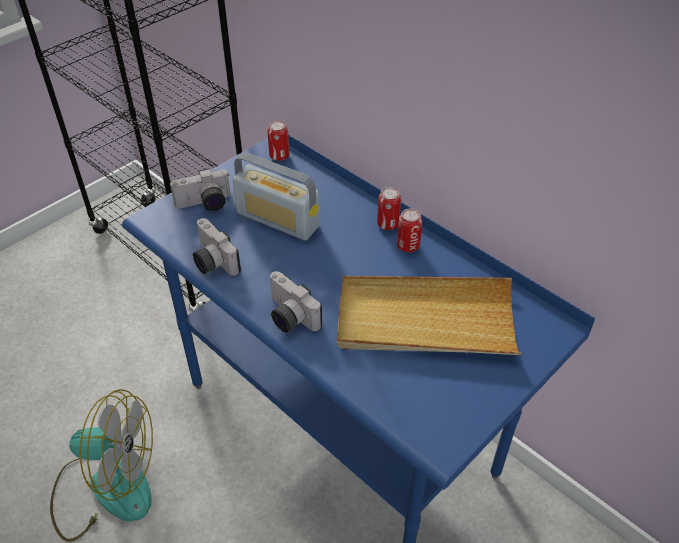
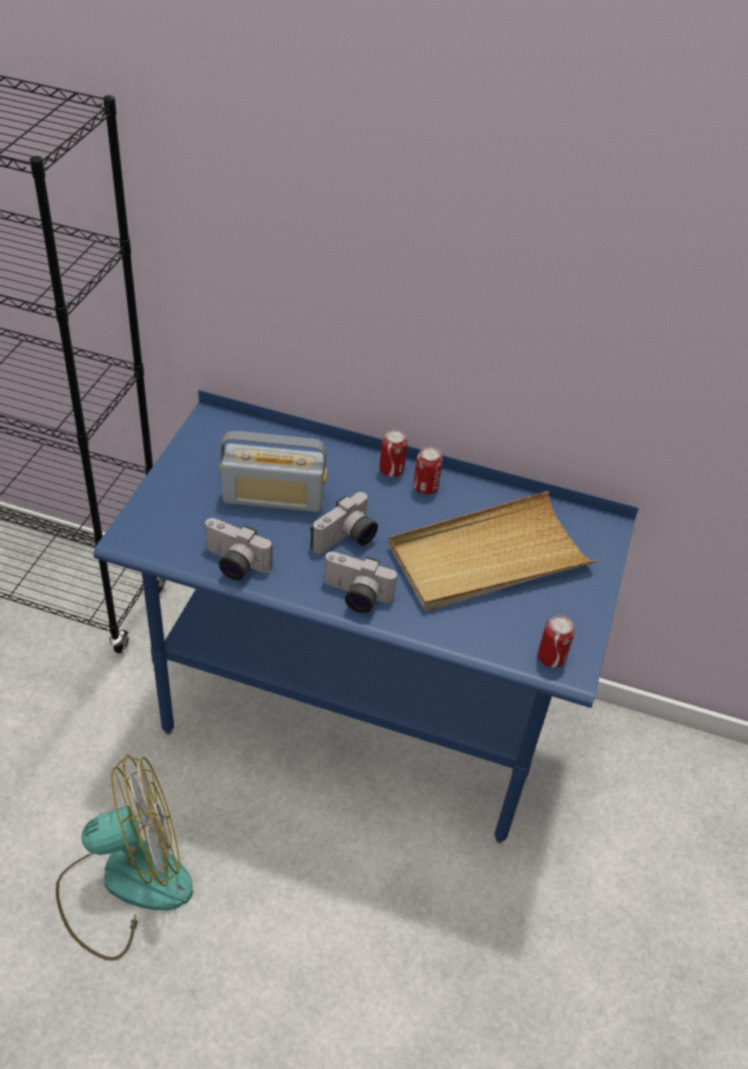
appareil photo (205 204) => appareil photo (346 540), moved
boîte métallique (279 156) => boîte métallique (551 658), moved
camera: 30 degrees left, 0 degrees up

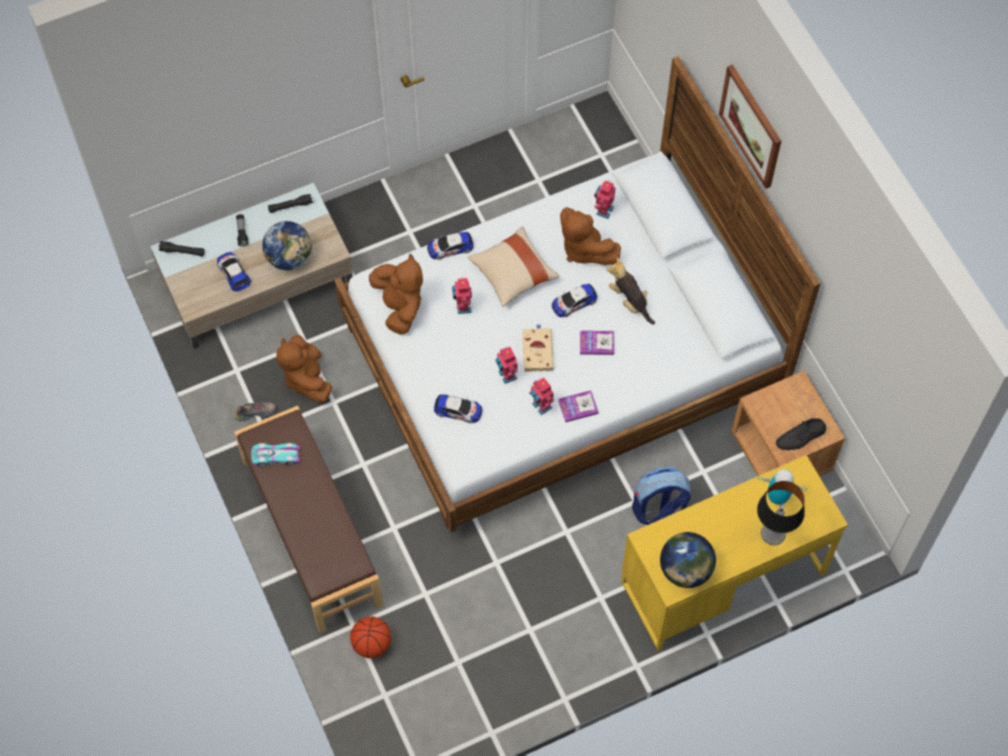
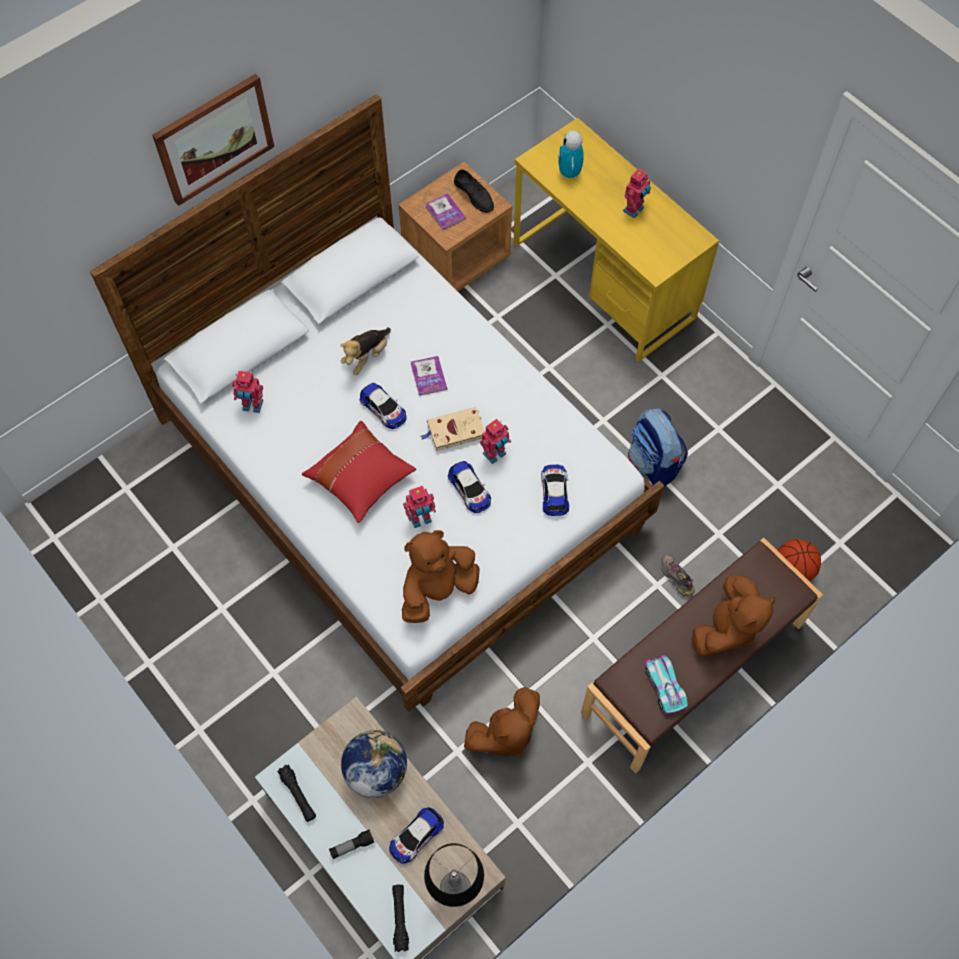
chaussure (255 412) => chaussure (675 577), moved
petite voiture (450 247) => petite voiture (469 489), moved
coussin/beige (513 273) => coussin/rouge (360 479)
robot jouet (541 406) => robot jouet (634 210), moved
livre (578 407) => livre (445 212), moved
peluche/marron (584 249) => peluche/marron (726 628), moved
sac à dos (658 509) => sac à dos (653 463), moved
globe (685 570) => nothing
lampe de table (773 533) => lampe de table (455 887), moved
camera: 105 degrees left, 0 degrees up

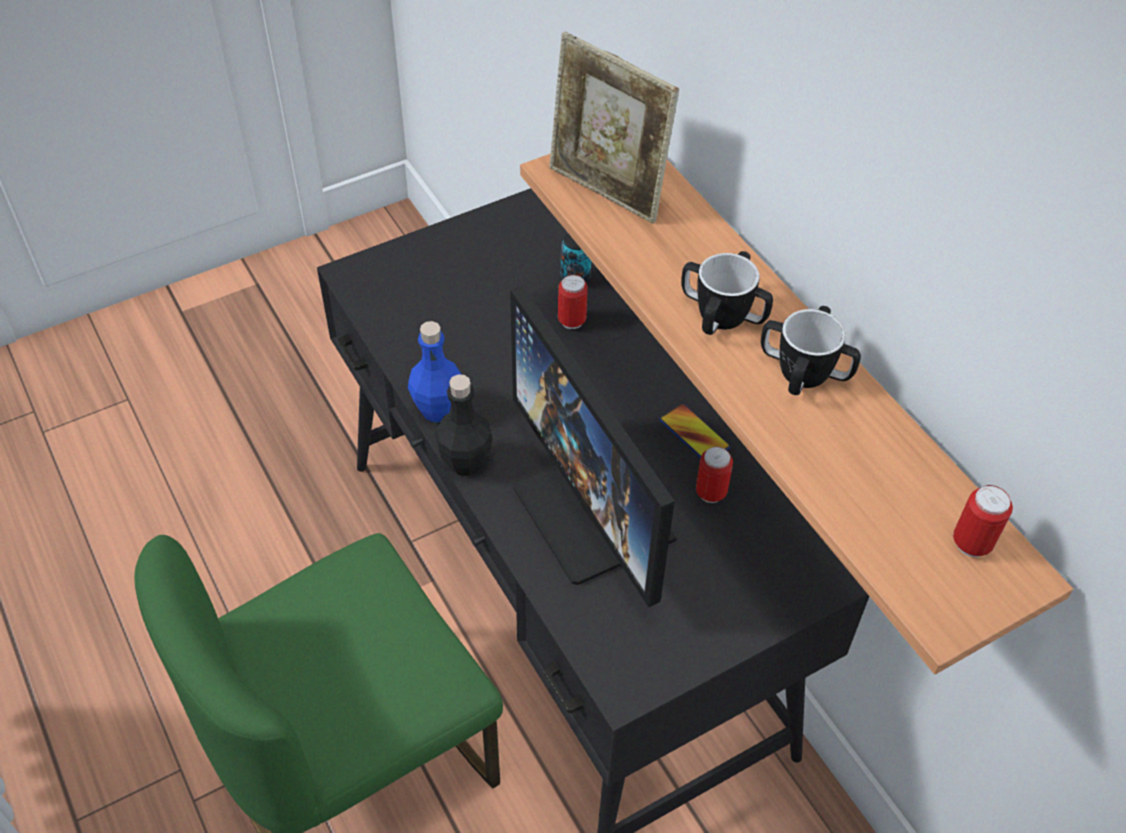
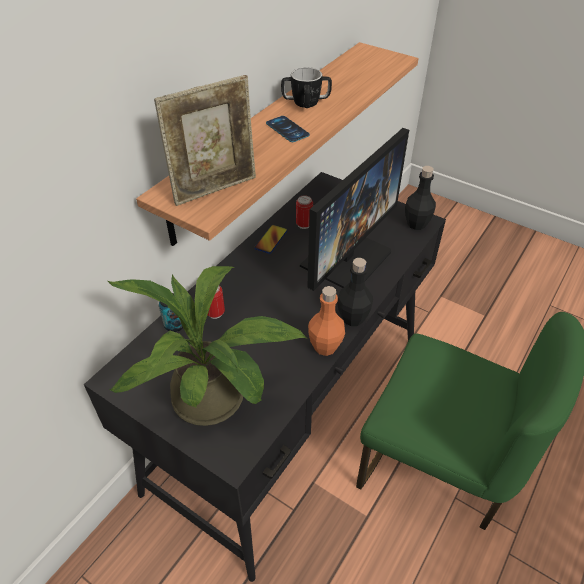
bouteille/bleu (438 409) => bouteille/orange (325 347)
cadre photo (606 192) => cadre photo (215 188), 45 degrees clockwise
mug (722 314) => téléphone (287 129)
boîte métallique (971 543) => nothing
nothing => plante en pot (217 401)
nothing => bouteille/noir (416 224)
camera: 115 degrees left, 5 degrees down

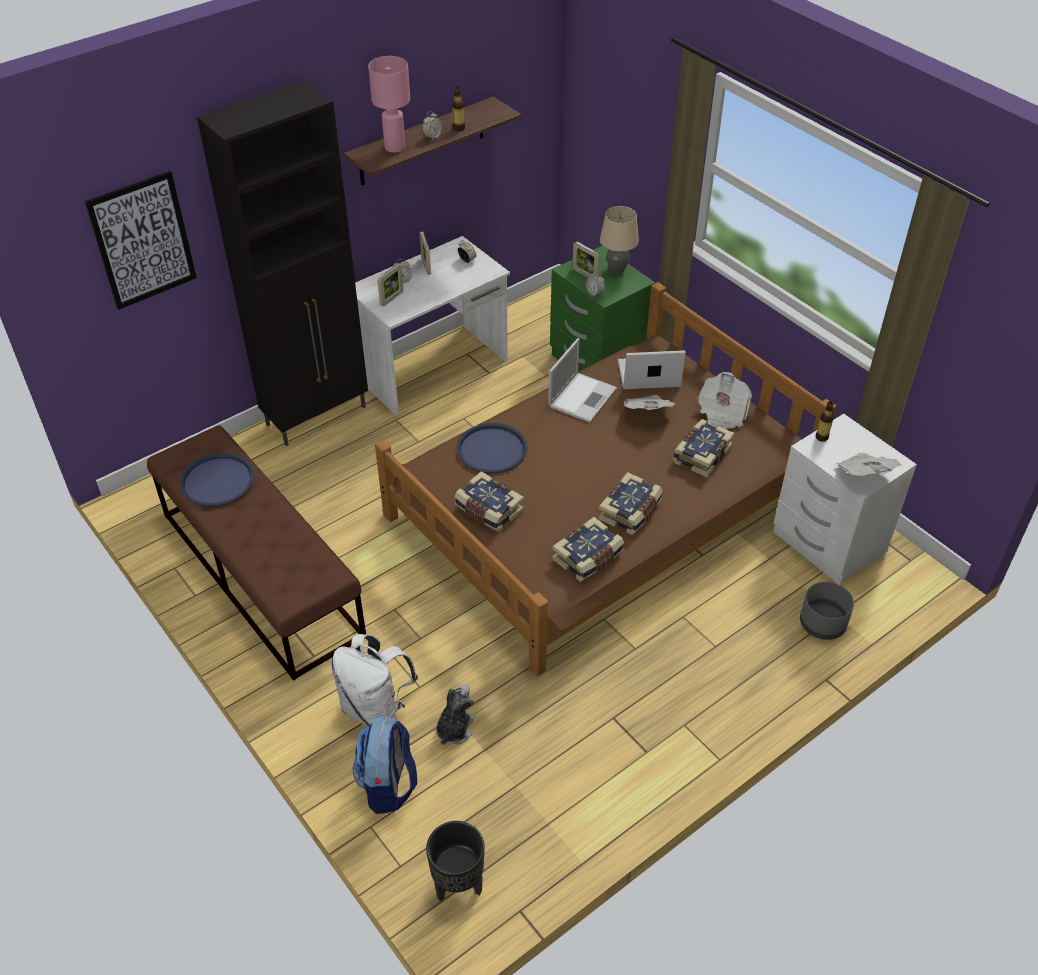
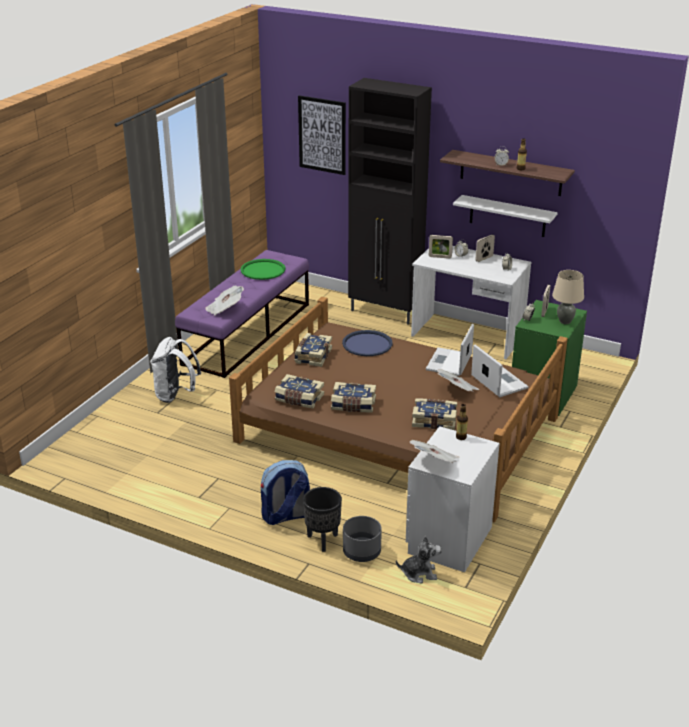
banc/marron (260 573) => banc/violet (247 333)
plateau/bleu (217 481) => plateau/vert (263 270)
sac à dos (388 785) => sac à dos (285 516), moved
lampe de table/rose (395 147) => nothing
cache-pot/noir (457 884) => cache-pot/noir (322 540), moved
peluche (454 728) => peluche (419 573), moved
ordinateur portable (582 397) => ordinateur portable (449 363), 105 degrees clockwise
journal (722 414) => journal (224 309), moved
nothing => étagère/blanc (507 216)
camera: 65 degrees right, 15 degrees down

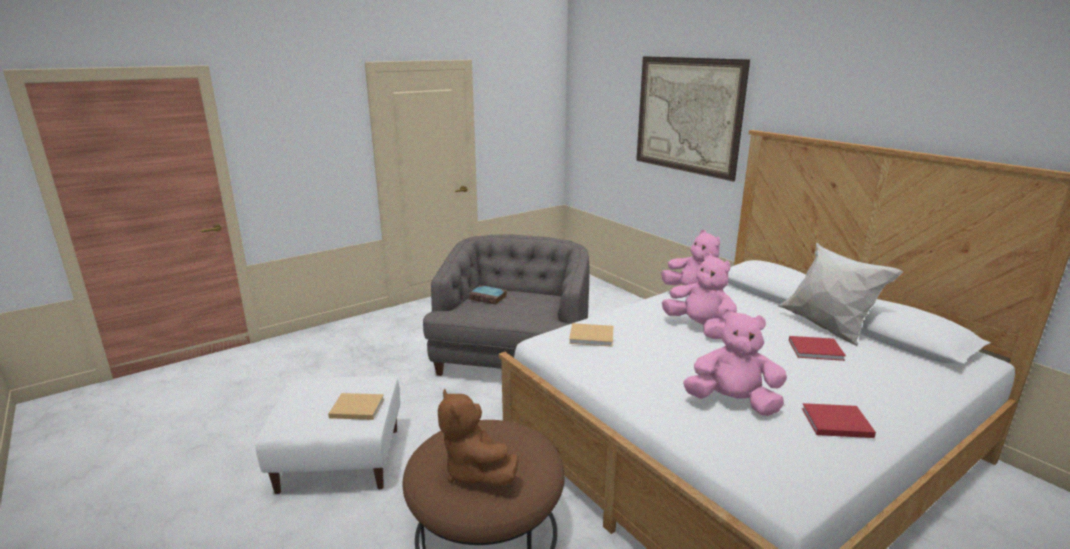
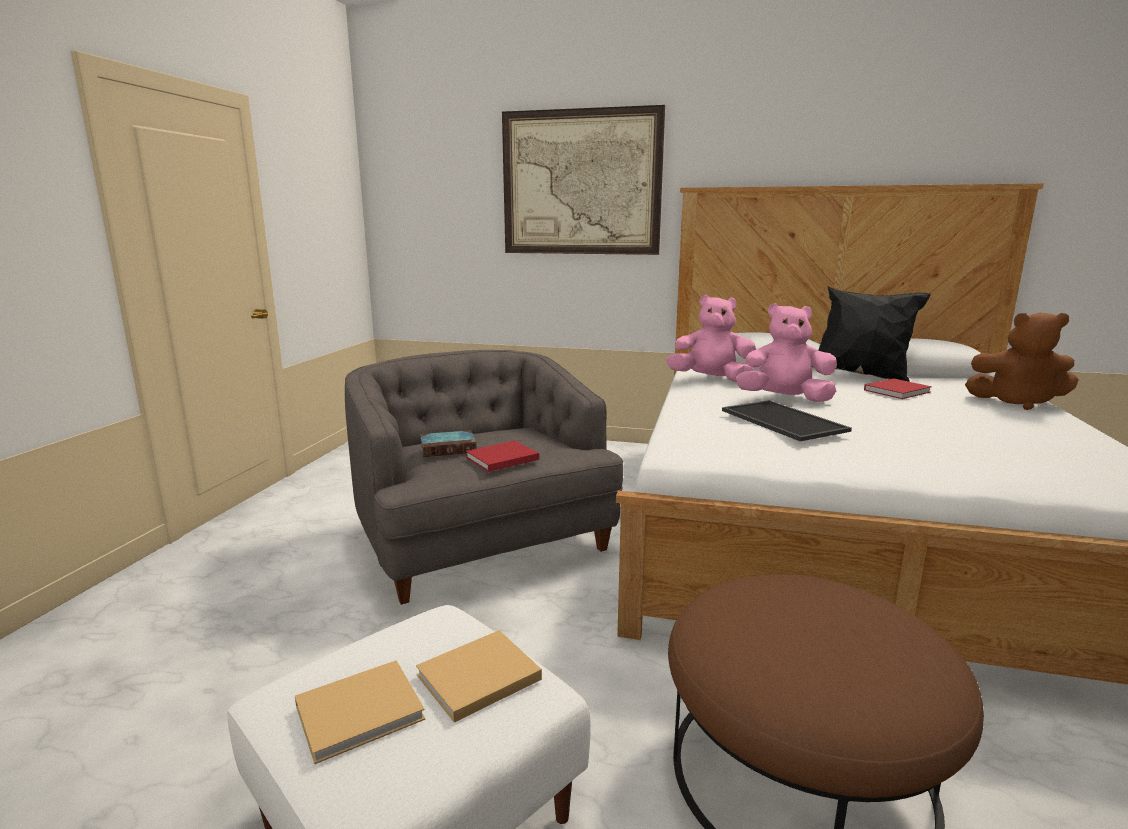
peluche/marron (475 471) => peluche/marron (1017 402), moved
livre/beige (593 337) => livre/beige (363 711), moved
peluche/rose (732 402) => nothing
coussin/blanc (827 328) => coussin/noir (860 376)
livre/rouge (834 422) => livre/rouge (500 459), moved
nothing => plateau (780 420)
camera: 40 degrees left, 5 degrees down

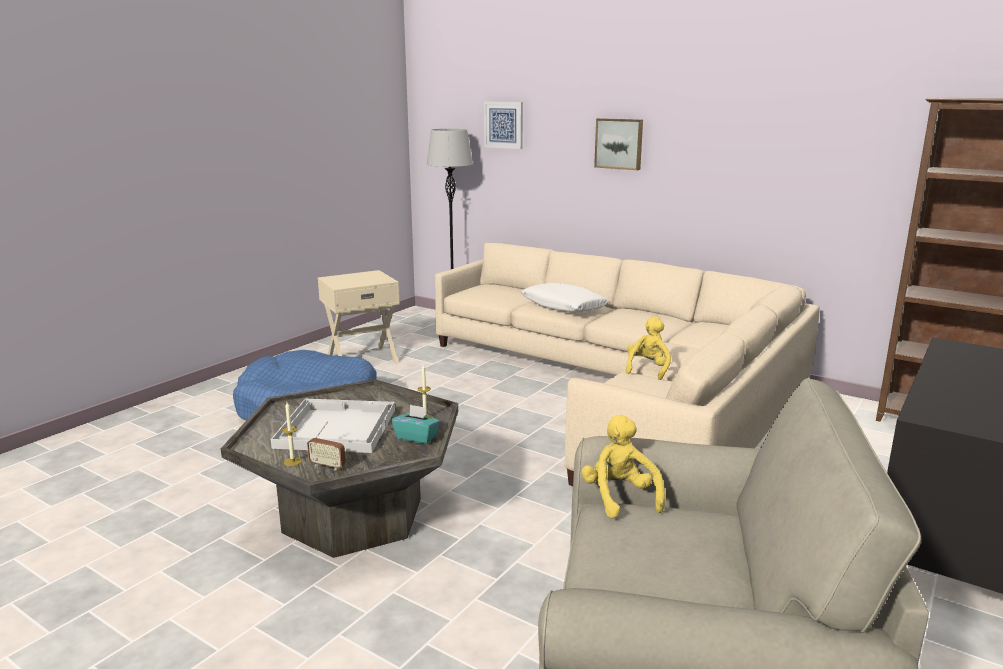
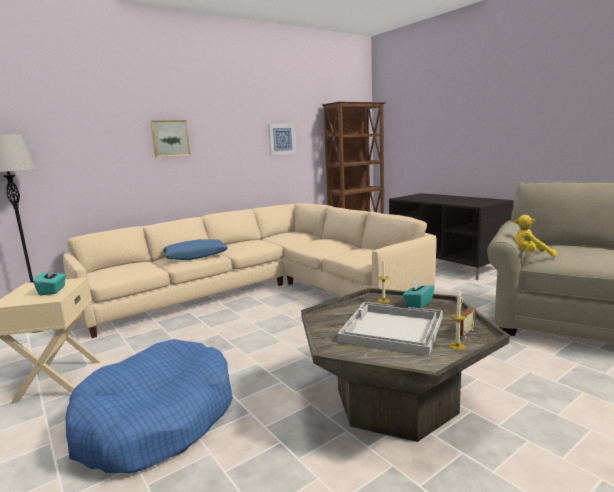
tableau (503 125) => tableau (281 139), moved
coussin/blanc (563 306) => coussin/bleu (196 256)
peluche/jaune (648 369) => nothing
nothing => boîte à mouchoirs/turquoise (53 291)
camera: 70 degrees left, 5 degrees down

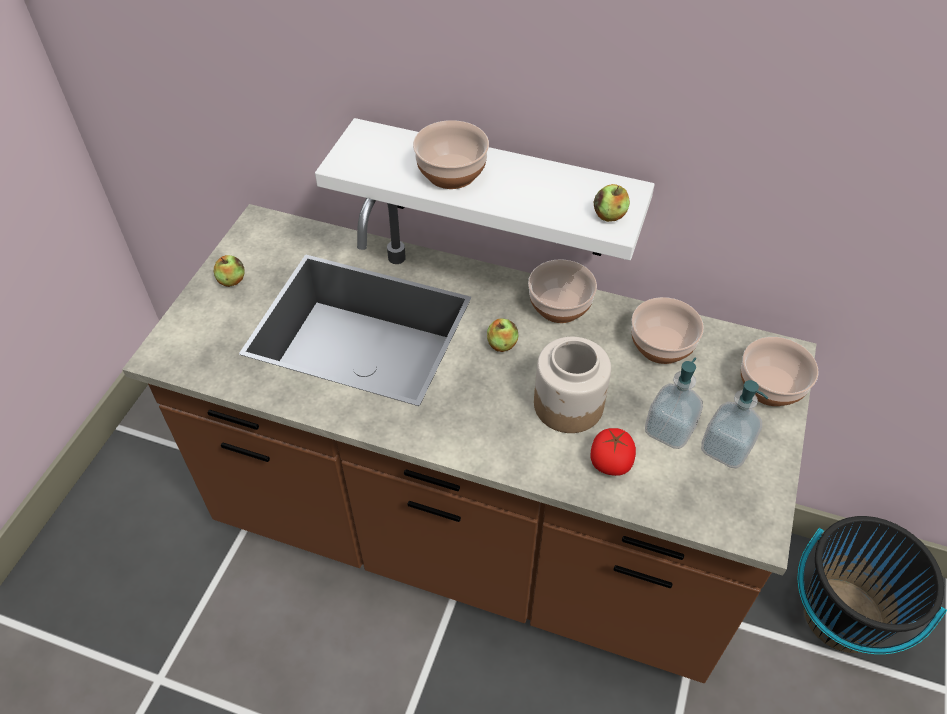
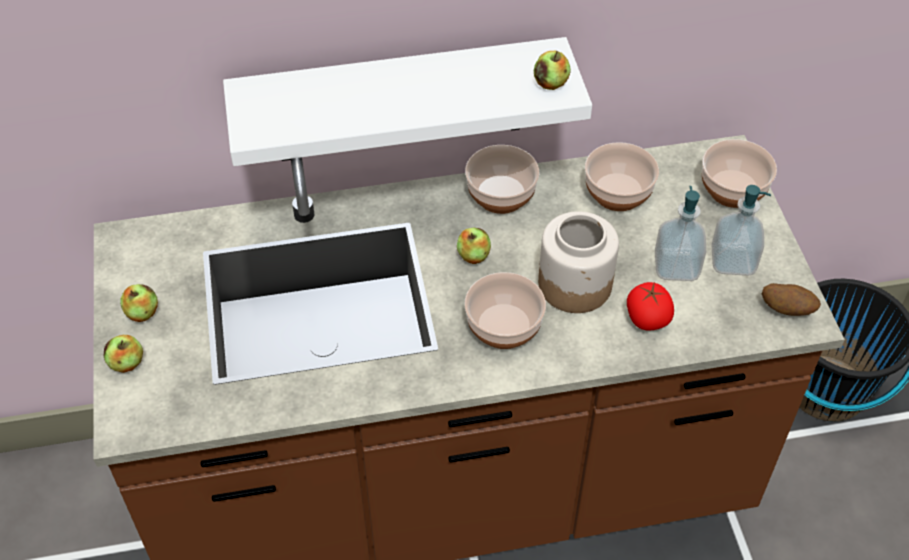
bol (451 173) => bol (504 328), moved
nothing => pomme (127 363)
nothing => pomme de terre (787 310)
camera: 30 degrees left, 0 degrees up

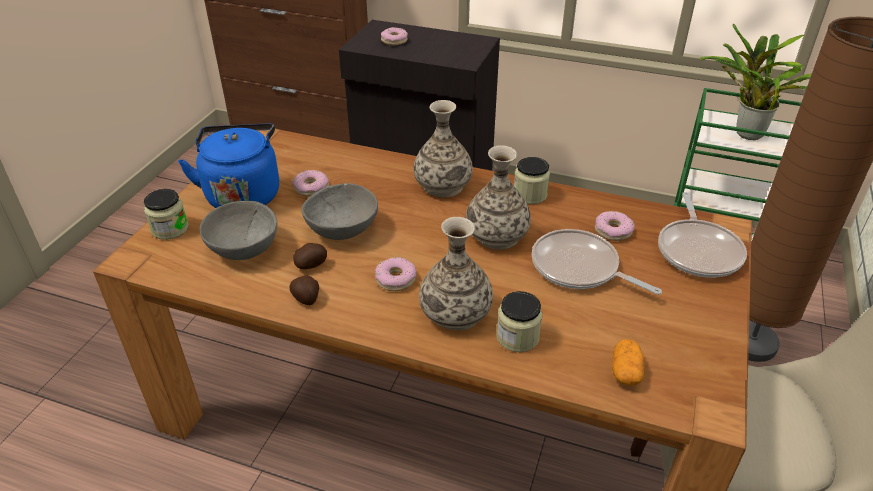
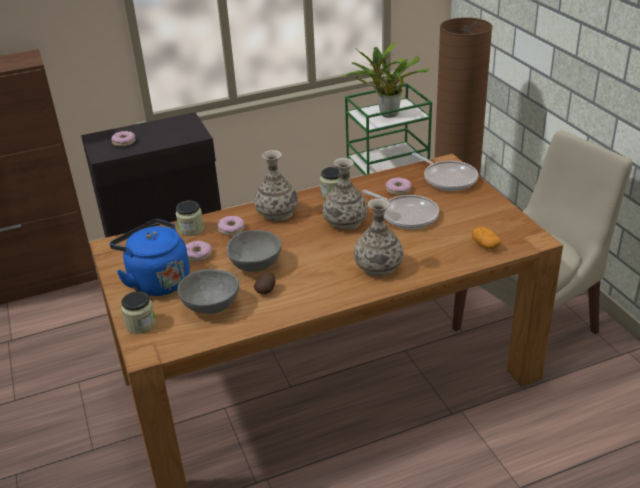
pomme de terre (306 299) => nothing
beignet (395 279) => beignet (231 229), moved
bocal (517 337) => bocal (191 229), moved
poêle (579 268) => poêle (406 215), 135 degrees counterclockwise
camera: 40 degrees left, 5 degrees down

